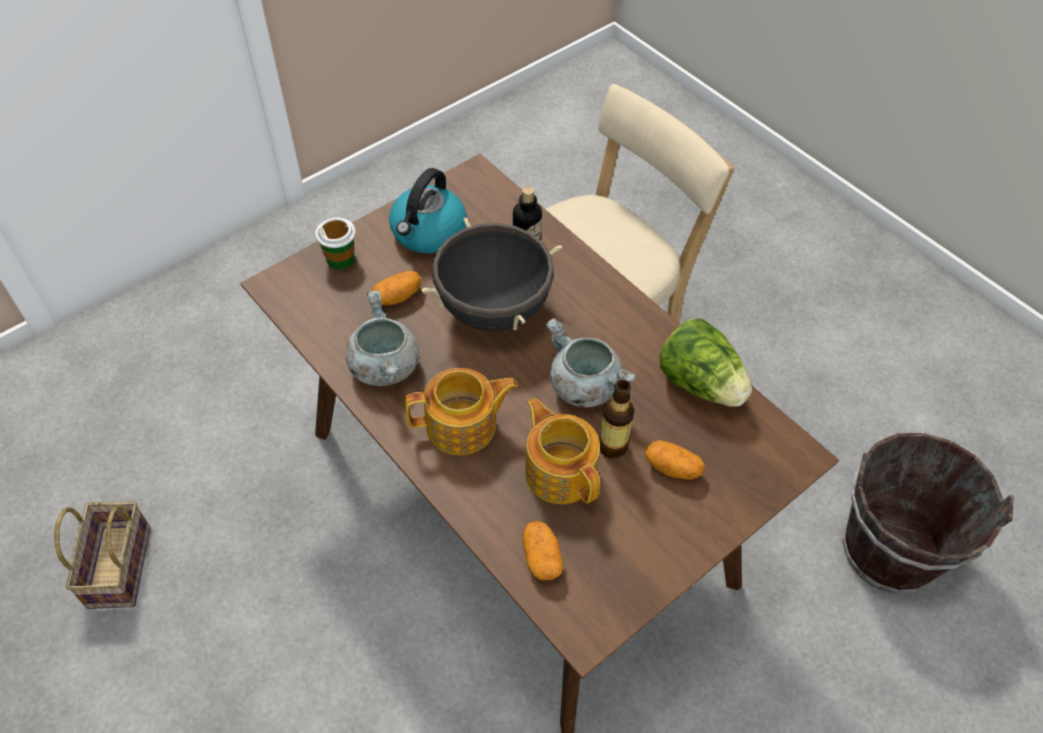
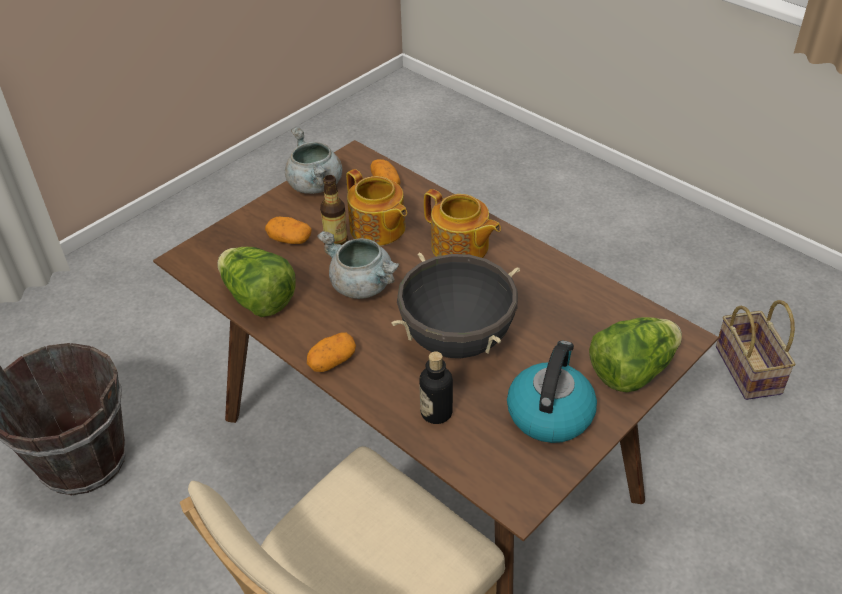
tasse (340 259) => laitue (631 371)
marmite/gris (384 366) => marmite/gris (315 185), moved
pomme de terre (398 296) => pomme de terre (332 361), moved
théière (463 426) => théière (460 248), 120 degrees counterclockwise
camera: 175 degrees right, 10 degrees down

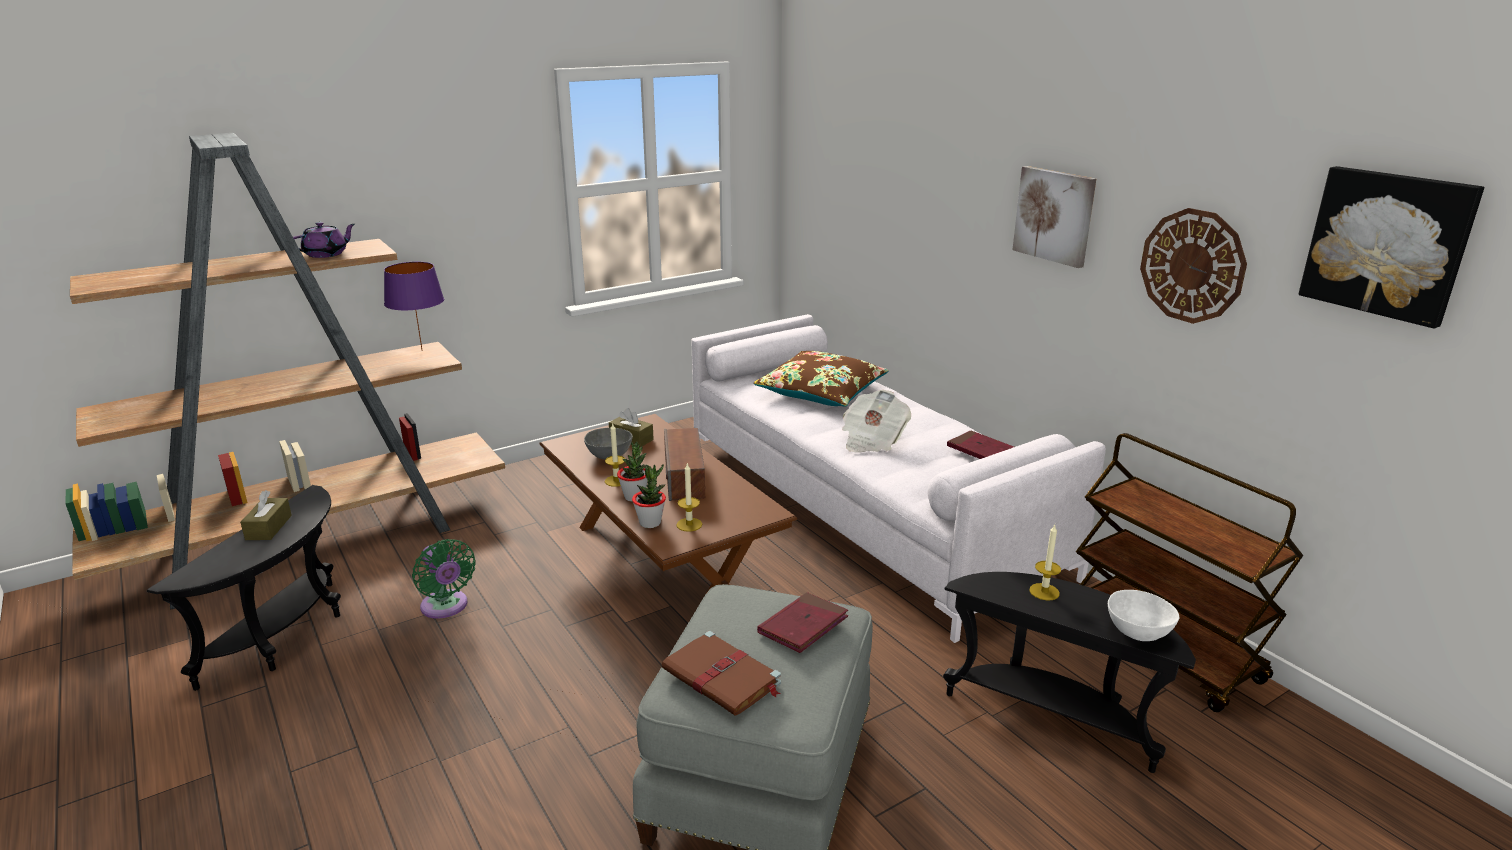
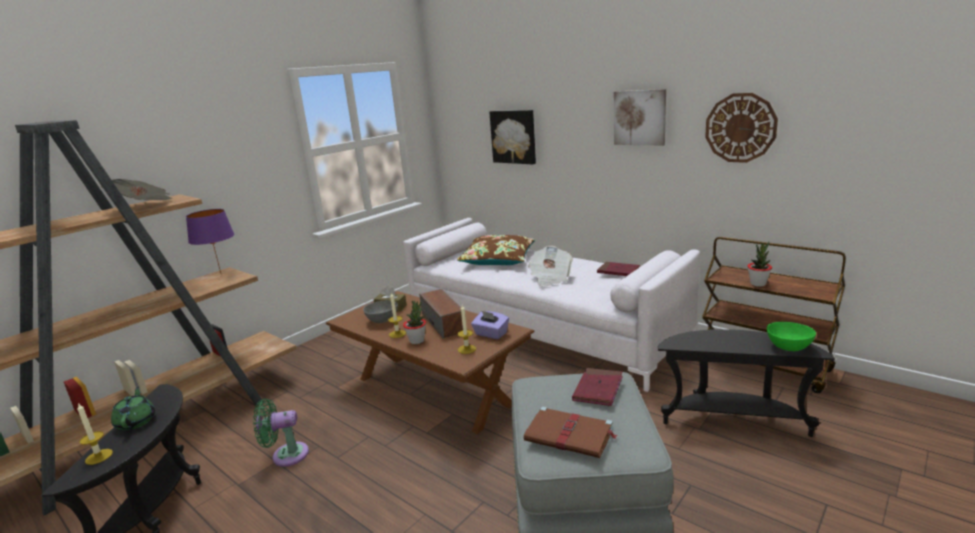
boîte à mouchoirs/marron (269 527) => théière/vert (136 422)
théière/violet (326 254) => journal (144 206)
ventilateur/vert (446 607) => ventilateur/vert (286 455), 135 degrees clockwise
plante en pot (650 523) => plante en pot (758 284), moved
bougie (1044 591) => bougie (99 456), moved
bol/blanc (1138 634) => bol/vert (789 348)
tableau (1387 244) => tableau (514 136), moved
nothing => boîte à mouchoirs/violet (491 334)
camera: 15 degrees left, 5 degrees down

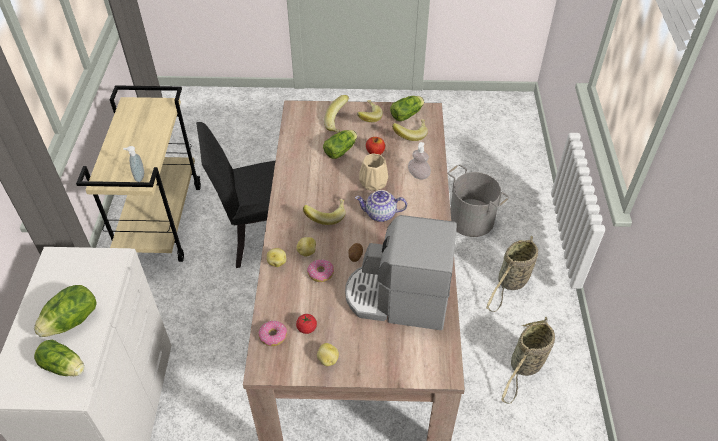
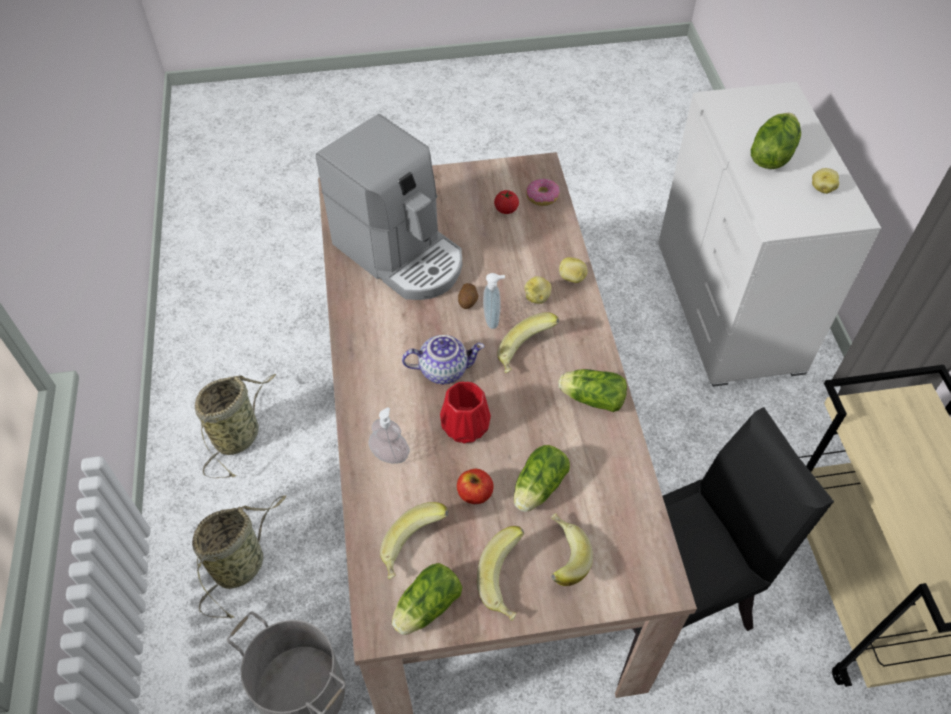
laitue (65 367) => laitue (590 398), moved
distributeur de savon (139 177) => distributeur de savon (493 319), moved
beignet (321 273) => nothing
pomme de terre (327 360) => pomme de terre (822 188), moved
machine à café (398 299) => machine à café (401 254), 45 degrees clockwise
vase/beige (373 182) => vase/rouge (466 426)
camera: 170 degrees right, 5 degrees up

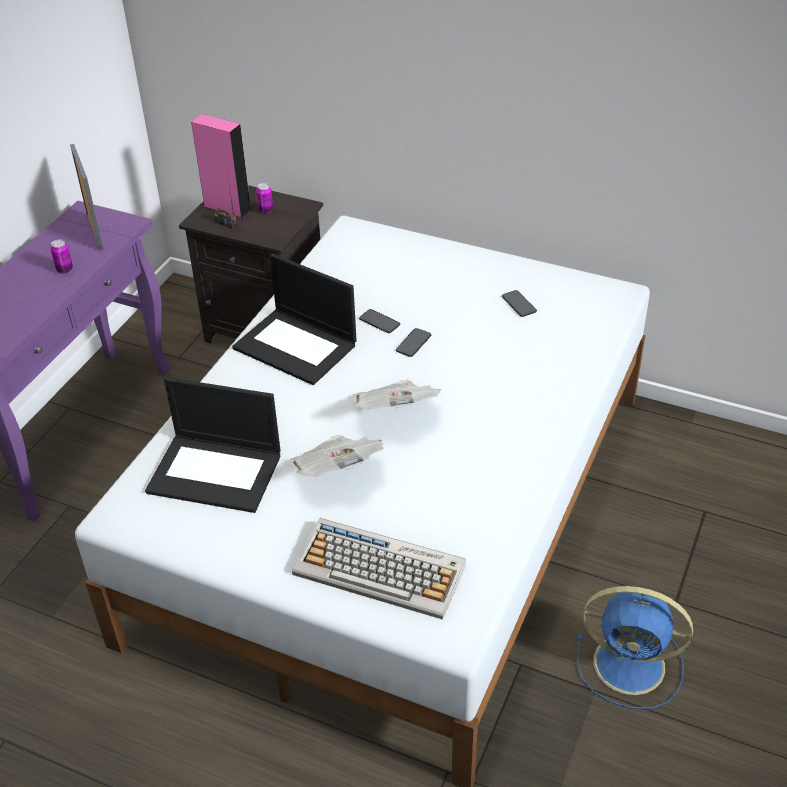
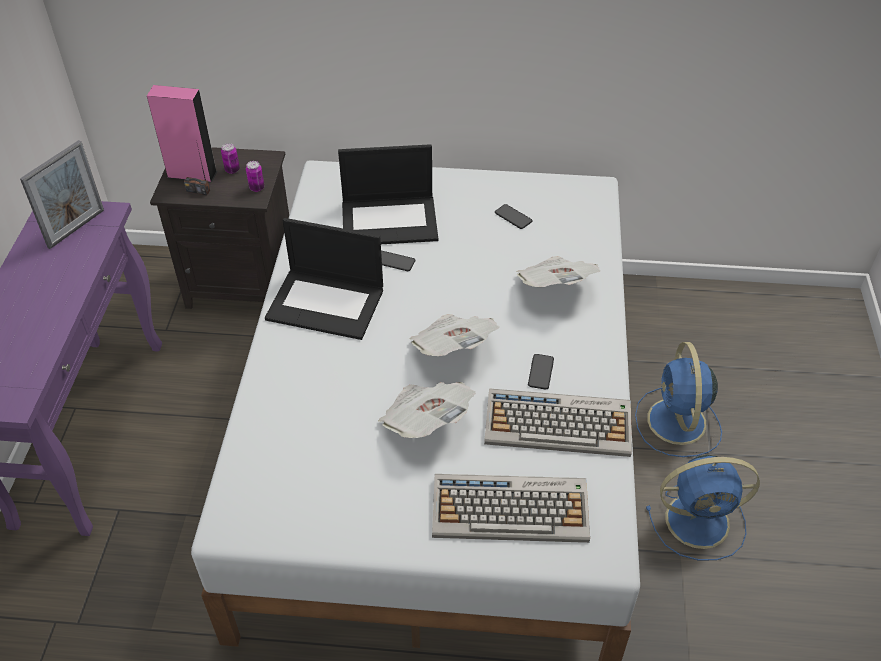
boîte métallique (64 269) => boîte métallique (257 188), moved
cadre photo (95 232) => cadre photo (76 228), 75 degrees clockwise
ordinateur portable (217 472) => ordinateur portable (390 220), moved
téléphone (413 343) => téléphone (540 372), moved
nothing => clavier (559 423)
nothing => journal (555 287)
nothing => ventilateur/bleu (677 423)
camera: 20 degrees left, 5 degrees up

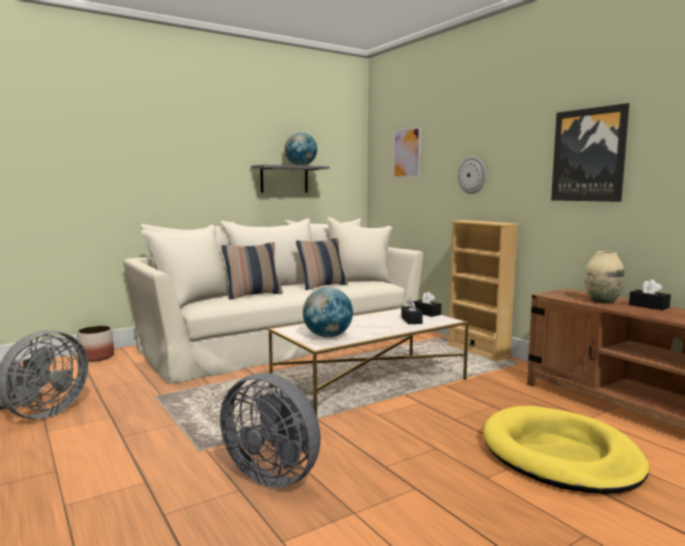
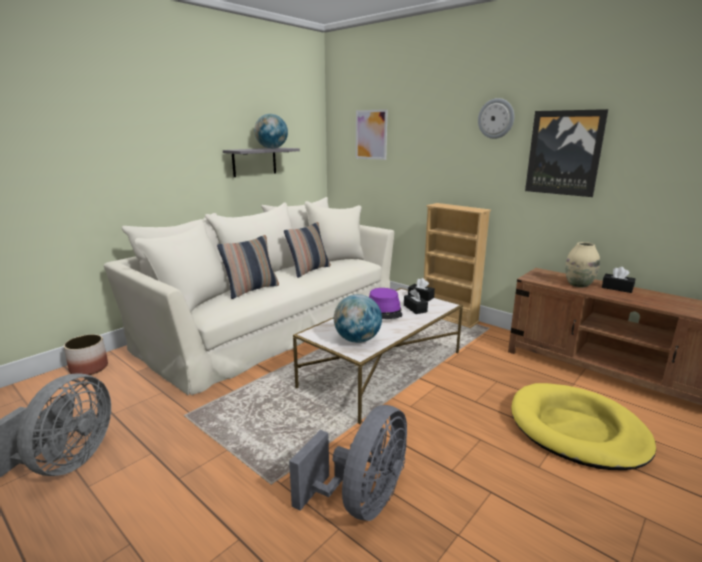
ventilateur/gris (275 474) => ventilateur/gris (361 501), 75 degrees counterclockwise
horloge murale (472 175) => horloge murale (496 118), moved
nothing => chapeau/violet (384 311)
camera: 15 degrees left, 10 degrees up

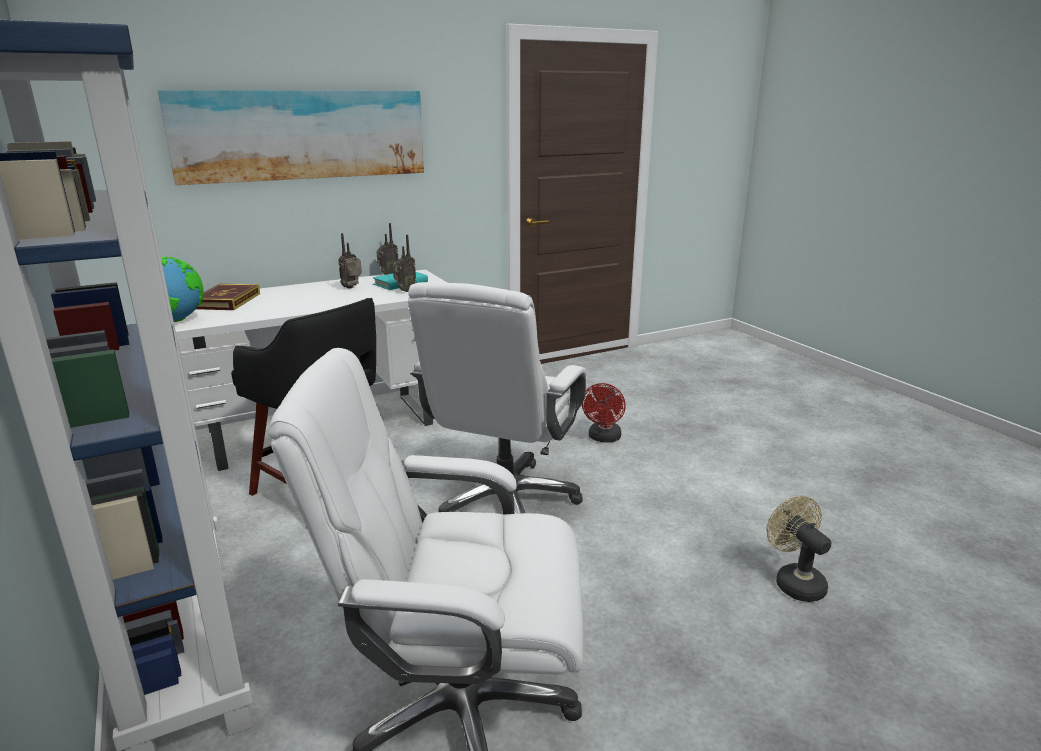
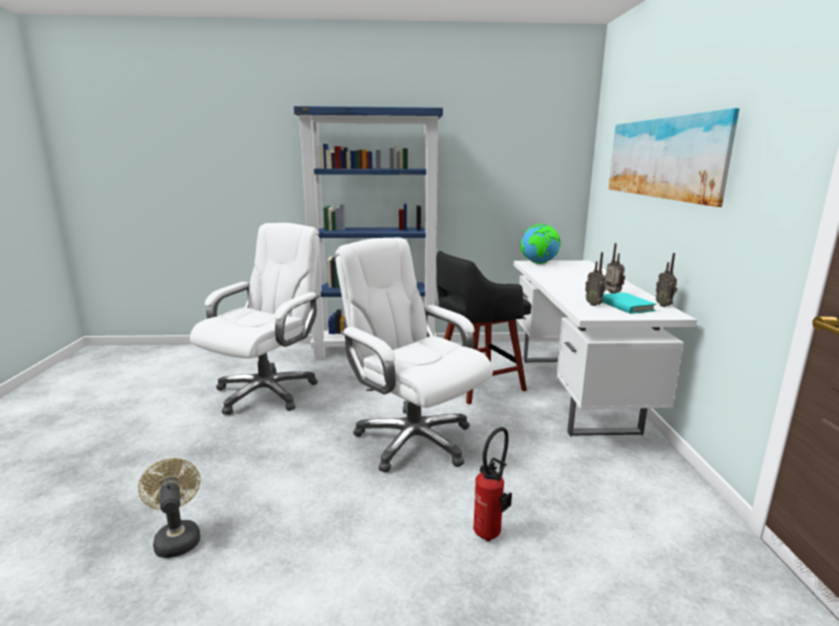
livre (227 301) => nothing
ventilateur/rouge (603 438) => extincteur (491 532)
ventilateur/beige (794 581) => ventilateur/beige (177 537), 120 degrees counterclockwise
camera: 115 degrees right, 5 degrees down

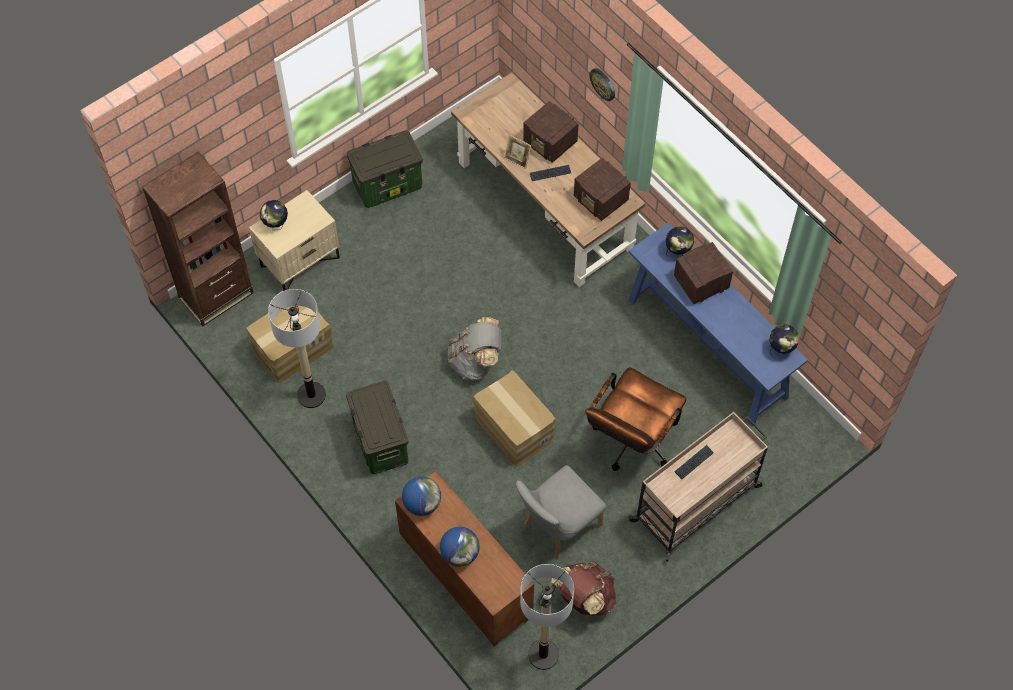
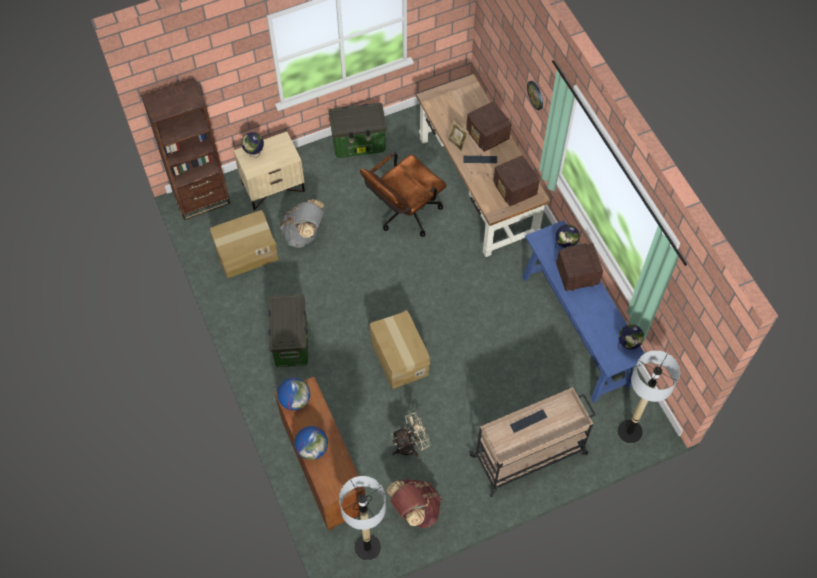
lampadaire (311 395) => lampadaire (629 431), moved
sac à dos/gris (476 362) => sac à dos/gris (304 234), moved
chaise/gris (557 527) => ventilateur/beige (410 446)
chaise de bureau/marron (631 443) => chaise de bureau/marron (403 214), moved
camera: 15 degrees right, 0 degrees up

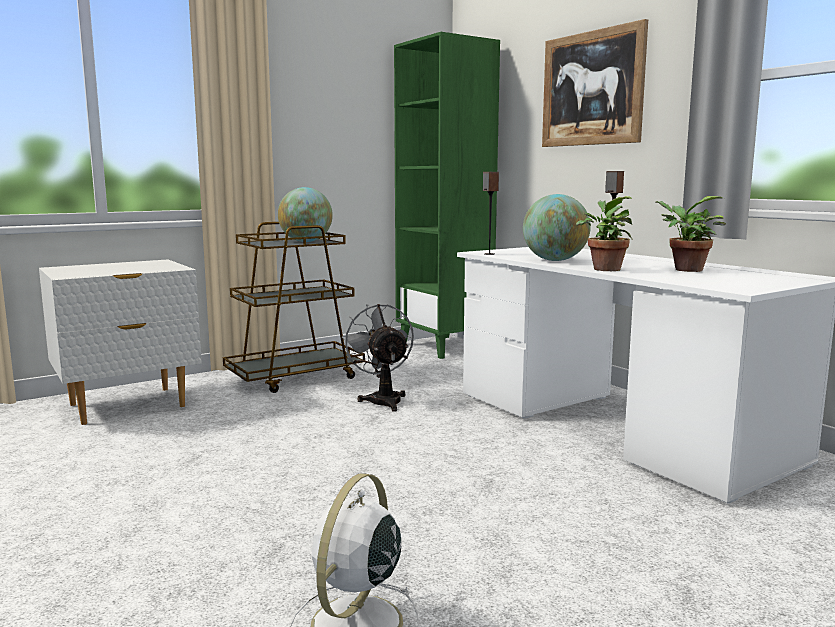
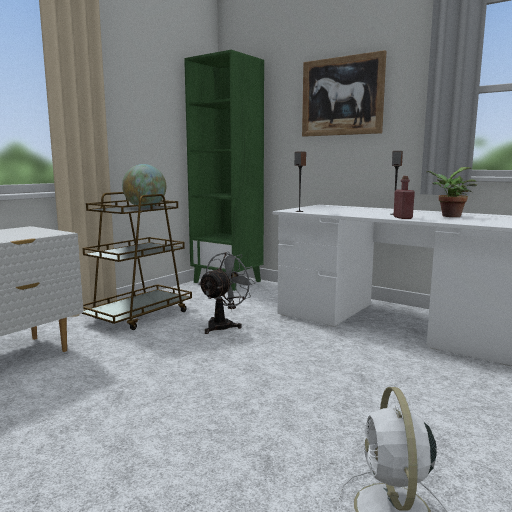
ventilateur/gris (382 399) => ventilateur/gris (224 325), 75 degrees clockwise
globe (555 260) => nothing
plante en pot (604 269) => bouteille/rouge (402 218)
camera: 20 degrees left, 0 degrees up

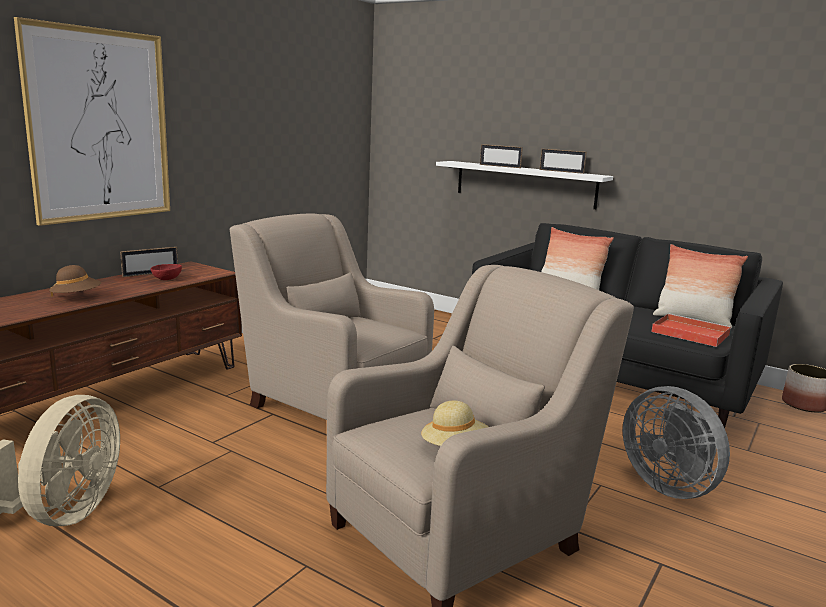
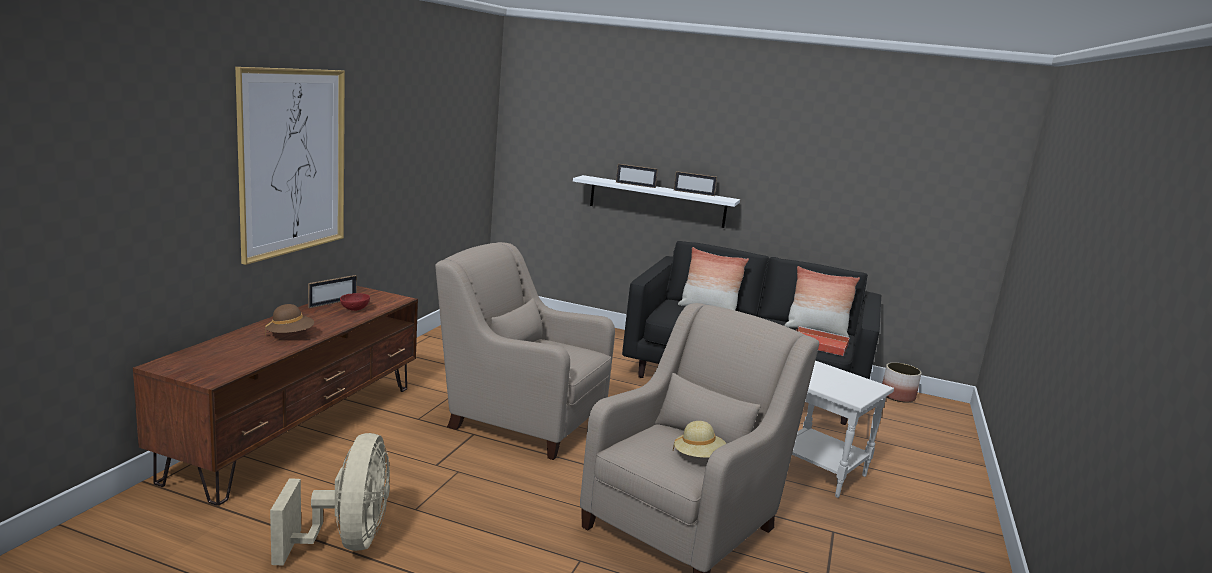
ventilateur/gris (670 485) => table d'appoint/blanc (820 471)
camera: 15 degrees left, 0 degrees up

